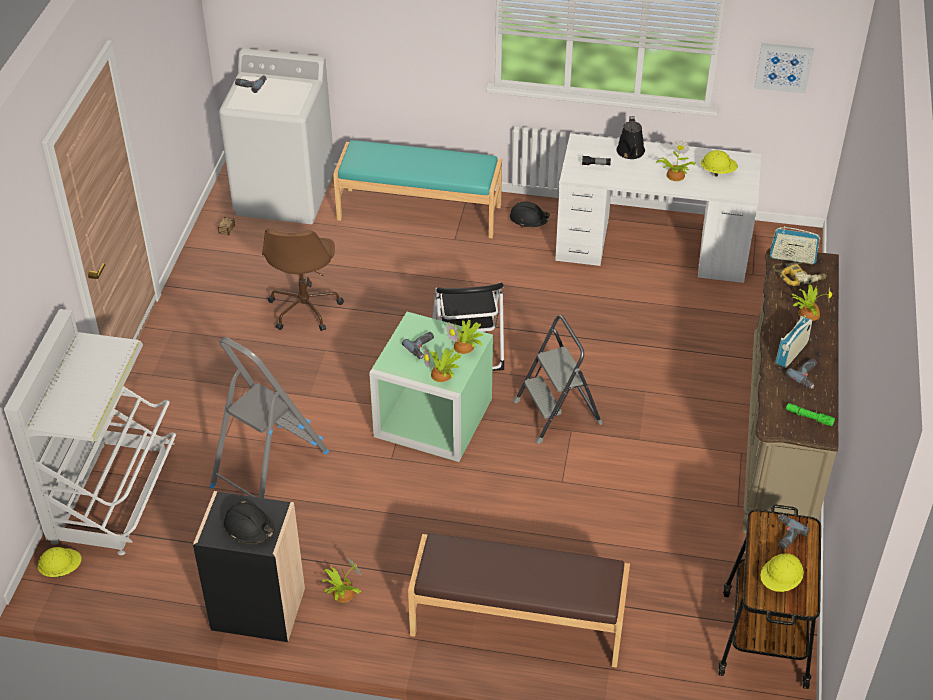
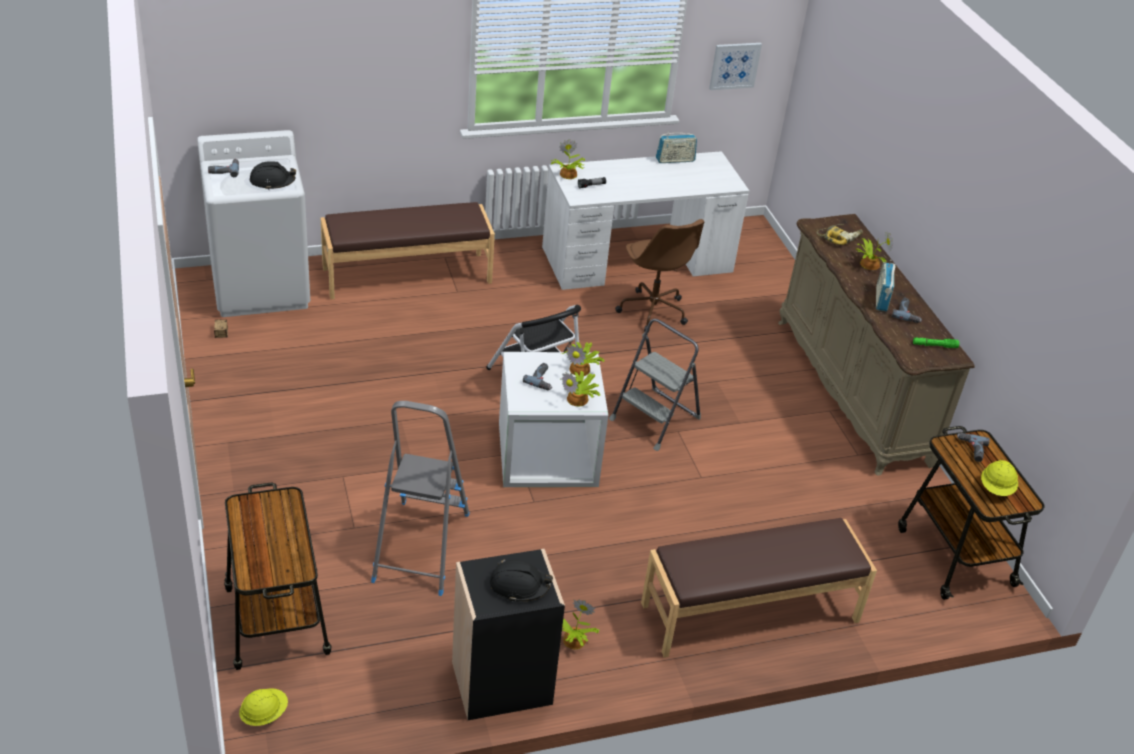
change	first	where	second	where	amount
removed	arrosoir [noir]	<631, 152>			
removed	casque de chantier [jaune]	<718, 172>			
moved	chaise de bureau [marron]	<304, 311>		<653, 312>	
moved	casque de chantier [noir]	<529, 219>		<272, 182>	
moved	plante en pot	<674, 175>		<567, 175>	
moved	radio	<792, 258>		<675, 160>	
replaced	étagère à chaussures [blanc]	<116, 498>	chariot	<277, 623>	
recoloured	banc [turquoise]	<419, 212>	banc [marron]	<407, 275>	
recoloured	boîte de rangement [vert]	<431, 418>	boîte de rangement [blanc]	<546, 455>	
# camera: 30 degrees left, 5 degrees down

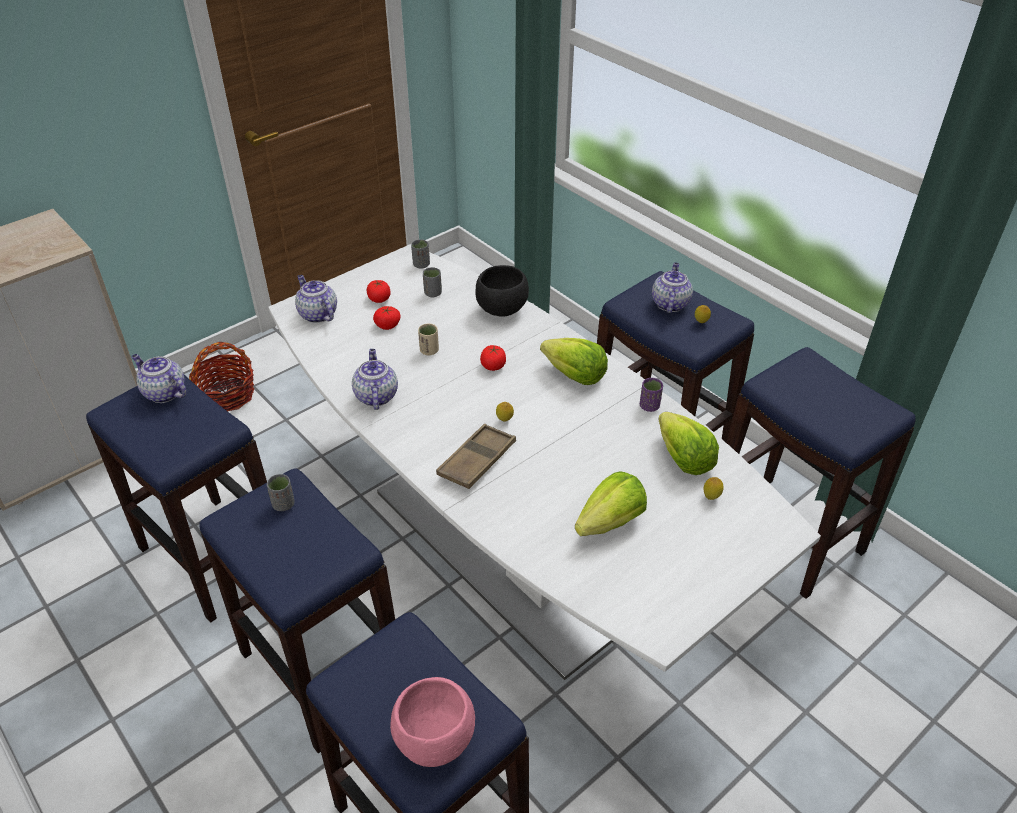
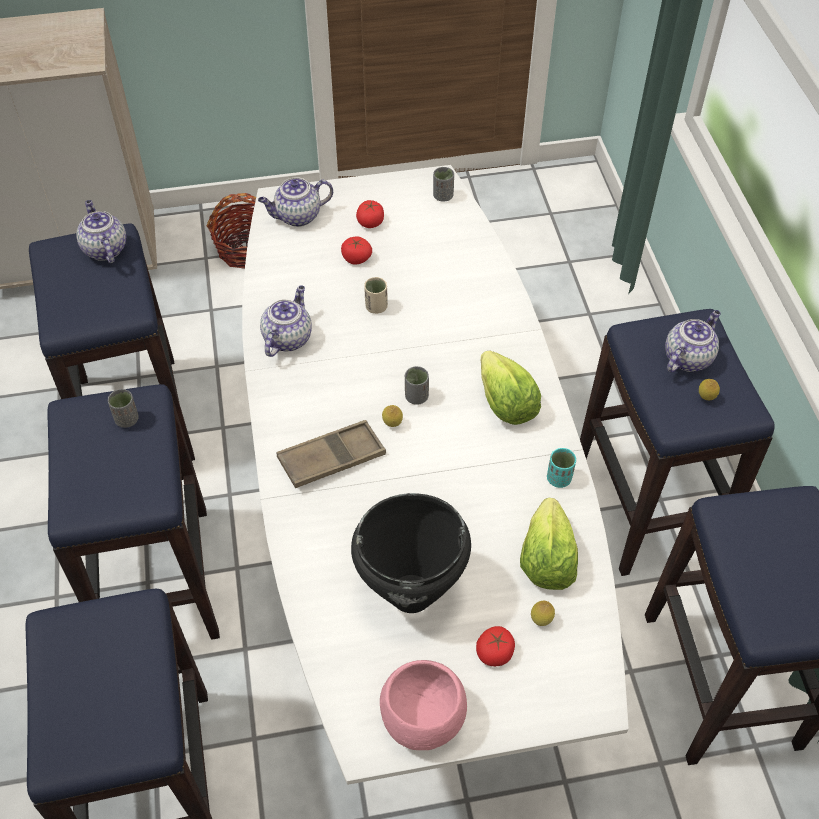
change	first	where	second	where	amount
removed	bol [noir]	<501, 309>			
moved	bol [rose]	<434, 739>		<422, 718>	
moved	tasse [gris]	<433, 293>		<416, 397>	
moved	tomate	<493, 365>		<495, 652>	
replaced	laitue	<610, 522>	marmite [noir]	<412, 595>	
recoloured	tasse [violet]	<649, 406>	tasse [turquoise]	<559, 479>	
turned	théière	<317, 314>		<297, 217>	105 degrees counterclockwise
# camera: 30 degrees right, 10 degrees up

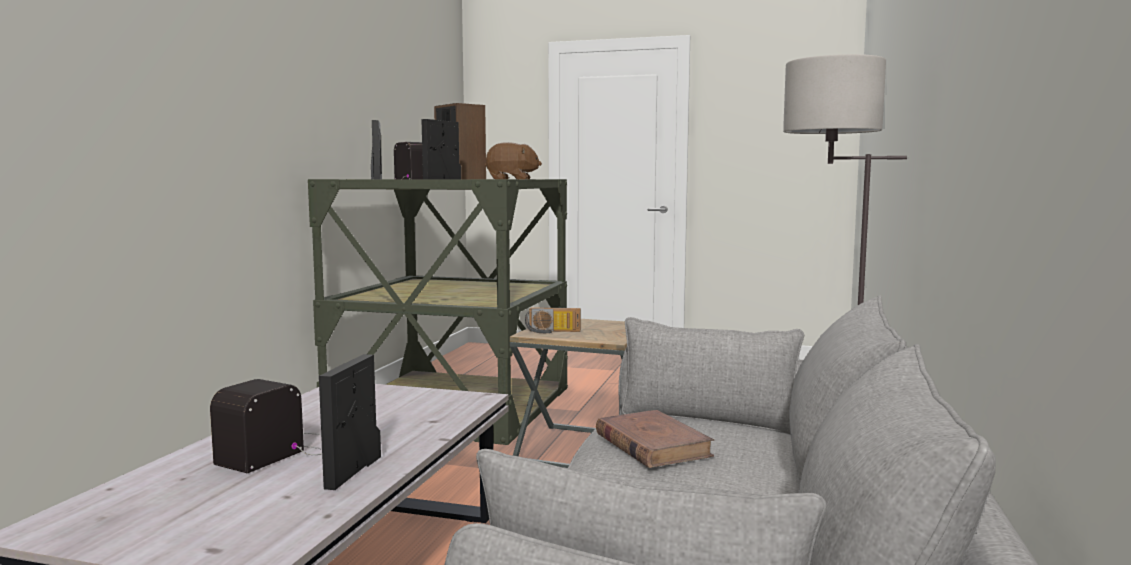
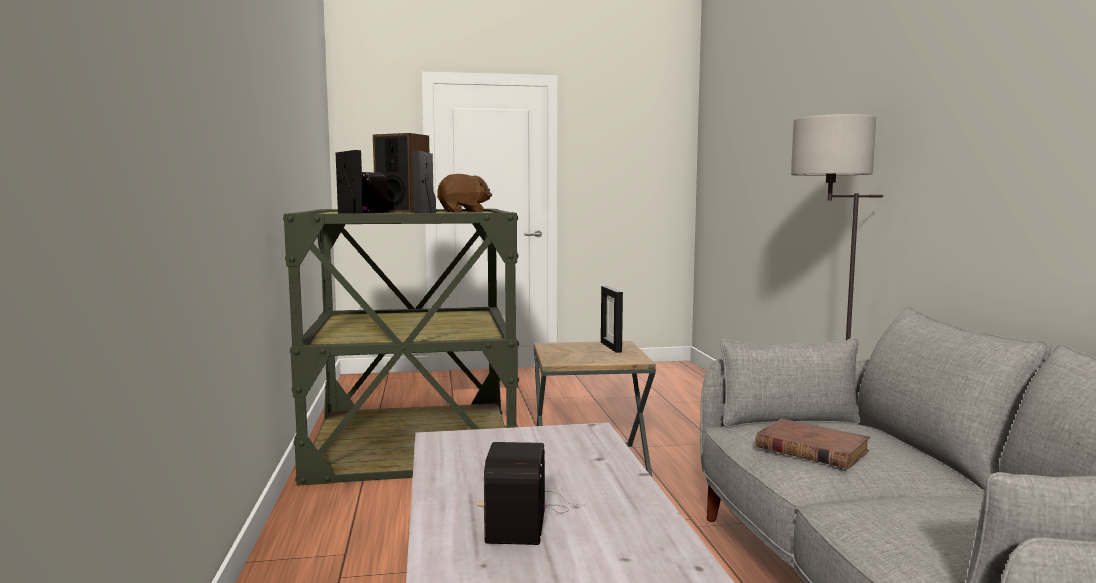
change	first	where	second	where	amount
removed	radio	<552, 332>			
moved	cadre photo	<353, 472>		<612, 347>	
# camera: 25 degrees left, 0 degrees up

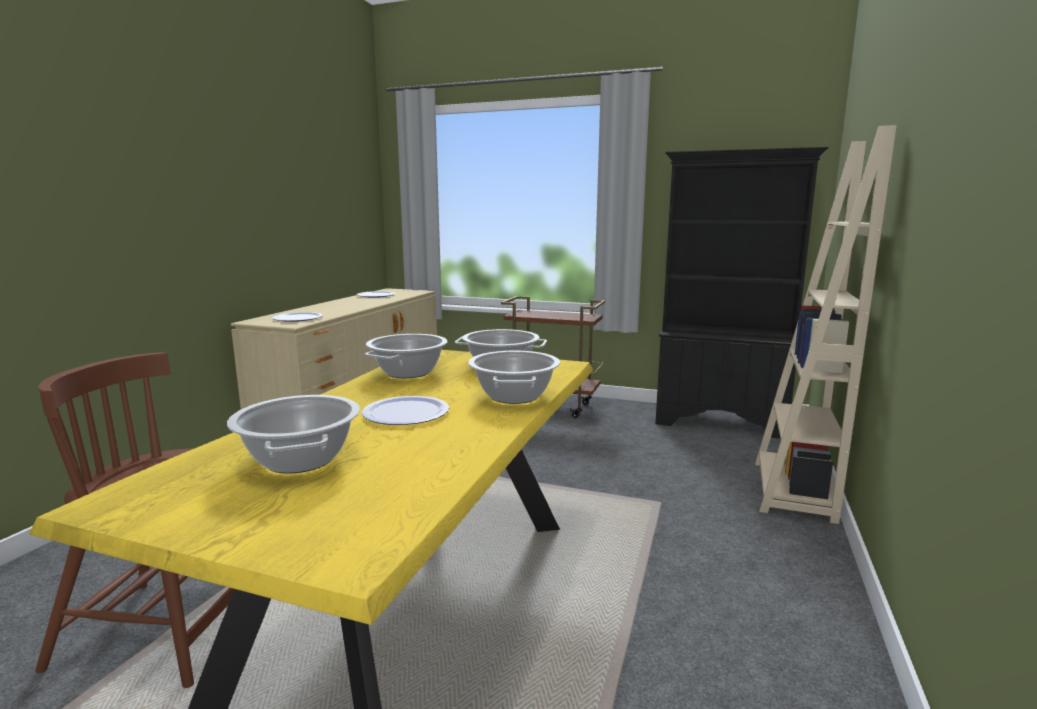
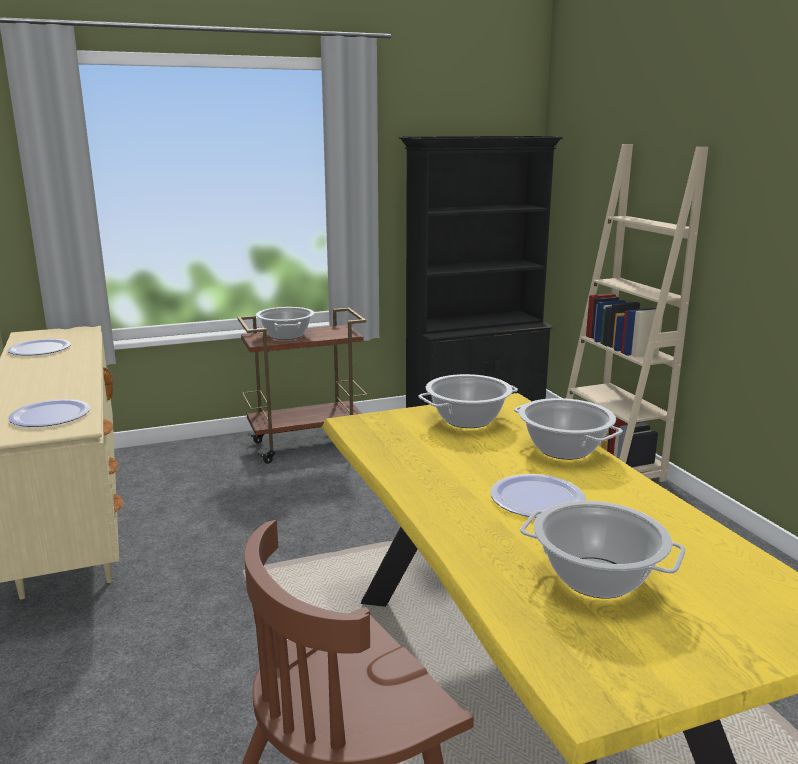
change	first	where	second	where	amount
moved	marmite	<408, 372>		<286, 336>	
# camera: 40 degrees left, 5 degrees up

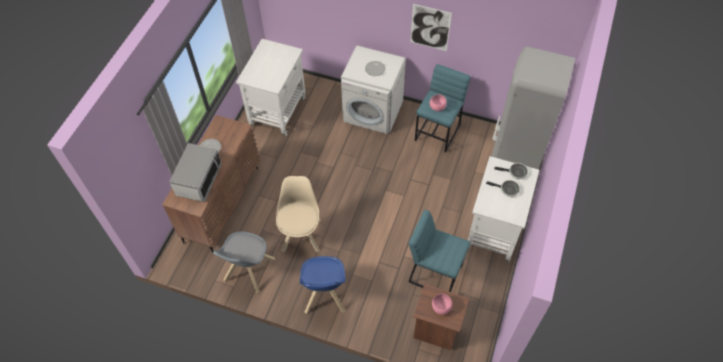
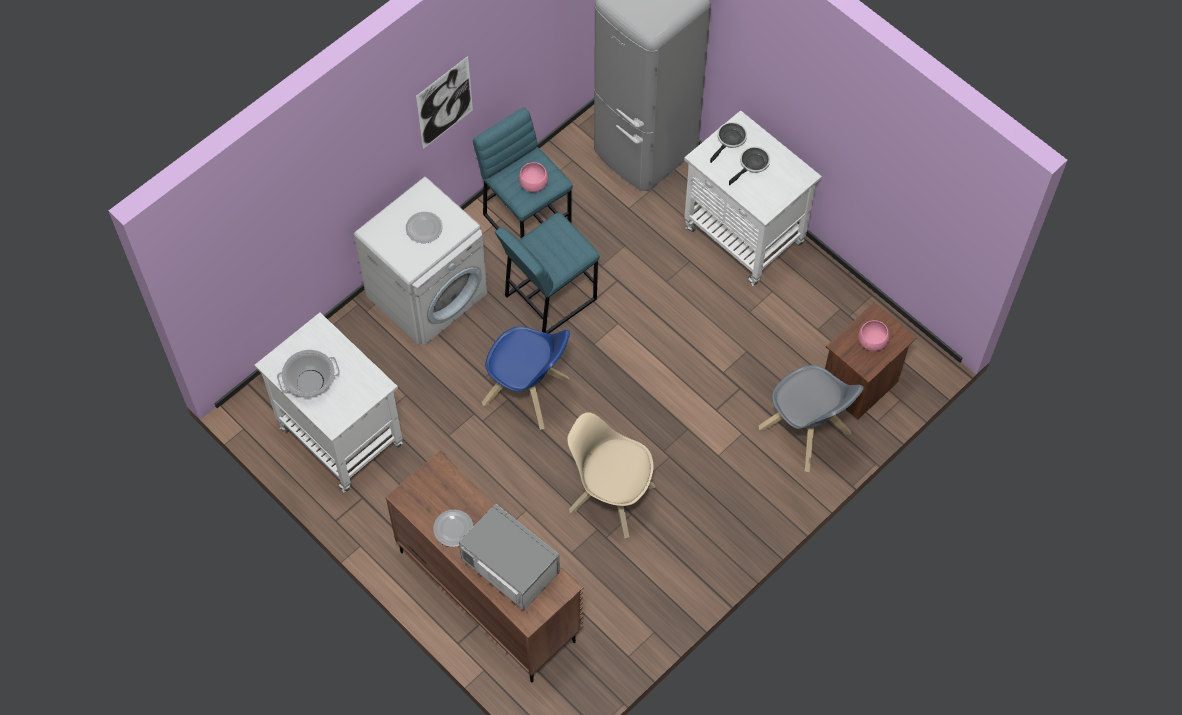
change	first	where	second	where	amount
added			marmite	<310, 382>	
moved	chaise [gris]	<248, 271>		<806, 432>	
moved	chaise [bleu]	<324, 295>		<528, 392>	
moved	tabouret [bleu]	<434, 273>		<549, 299>	
# camera: 65 degrees left, 5 degrees up

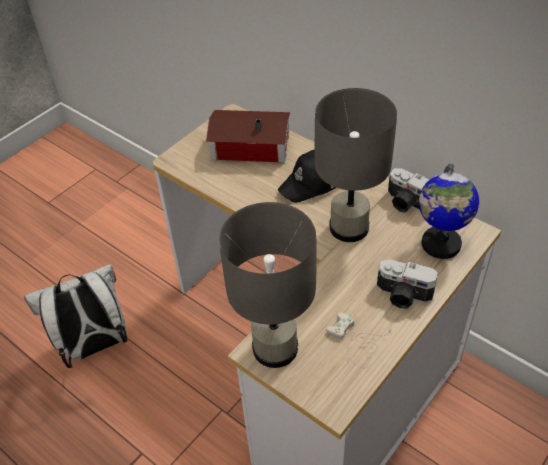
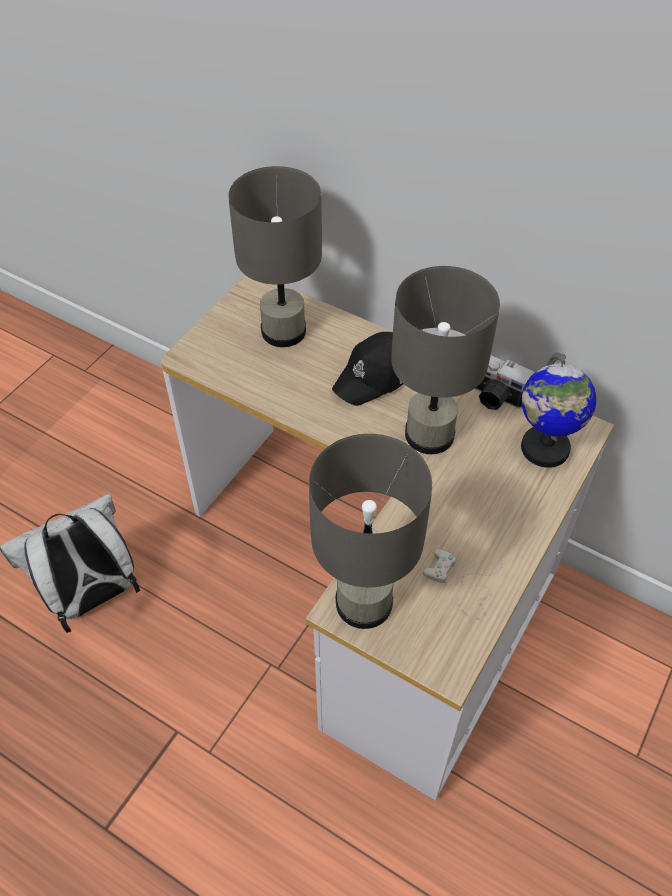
change	first	where	second	where	amount
removed	appareil photo	<403, 296>			
replaced	maison miniature	<248, 145>	lampe de table [gris]	<283, 330>	
# camera: 10 degrees left, 5 degrees up

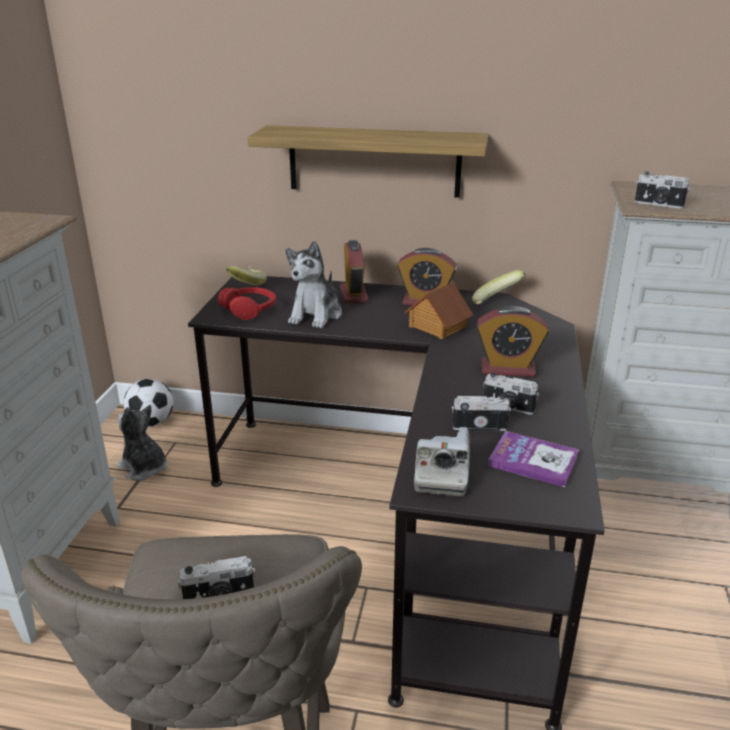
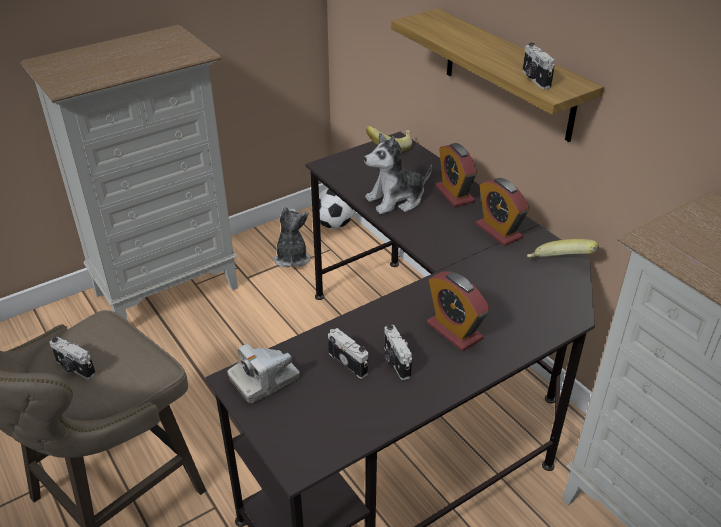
change	first	where	second	where	amount
removed	casque audio [rouge]	<249, 310>			
removed	maison miniature	<437, 326>			
removed	livre	<533, 460>			
moved	appareil photo	<658, 204>		<534, 79>	
turned	réveil	<353, 294>		<454, 194>	120 degrees clockwise
# camera: 45 degrees right, 10 degrees up

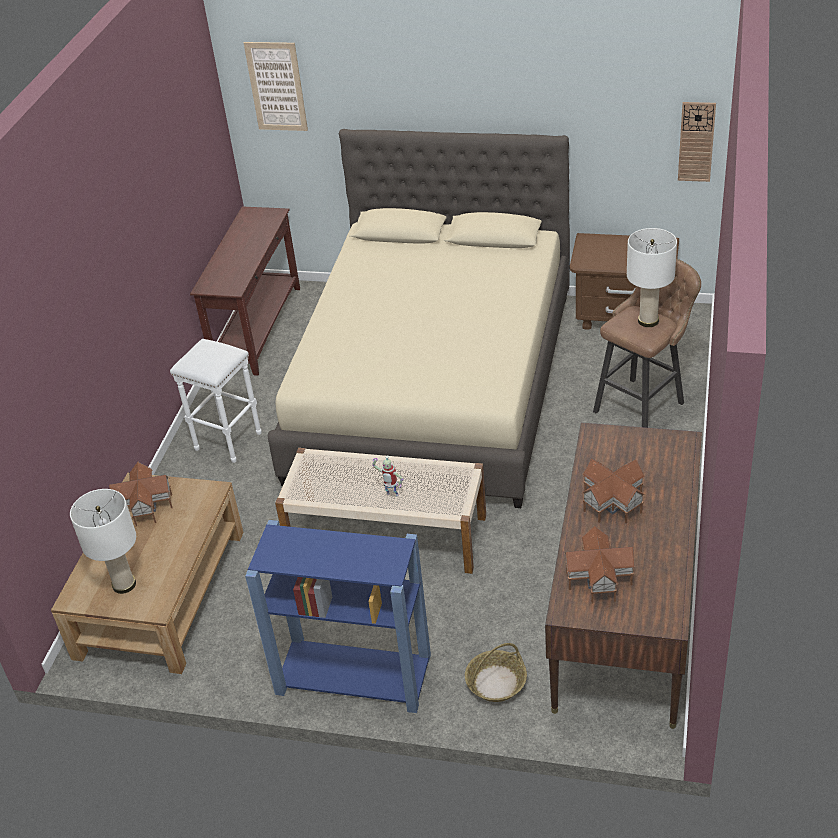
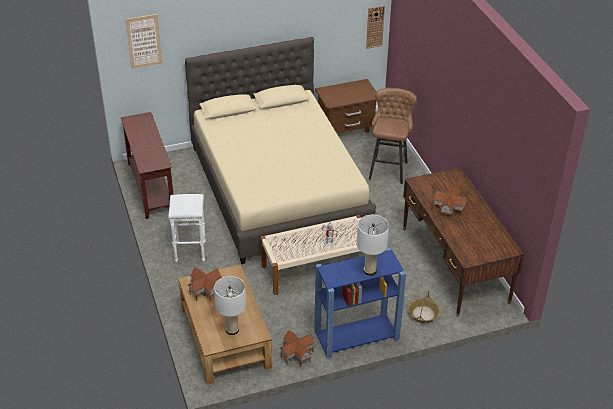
change	first	where	second	where	amount
moved	maison miniature	<599, 577>		<297, 354>	
moved	lampe de table [blanc]	<648, 321>		<370, 270>	
# camera: 35 degrees left, 0 degrees up

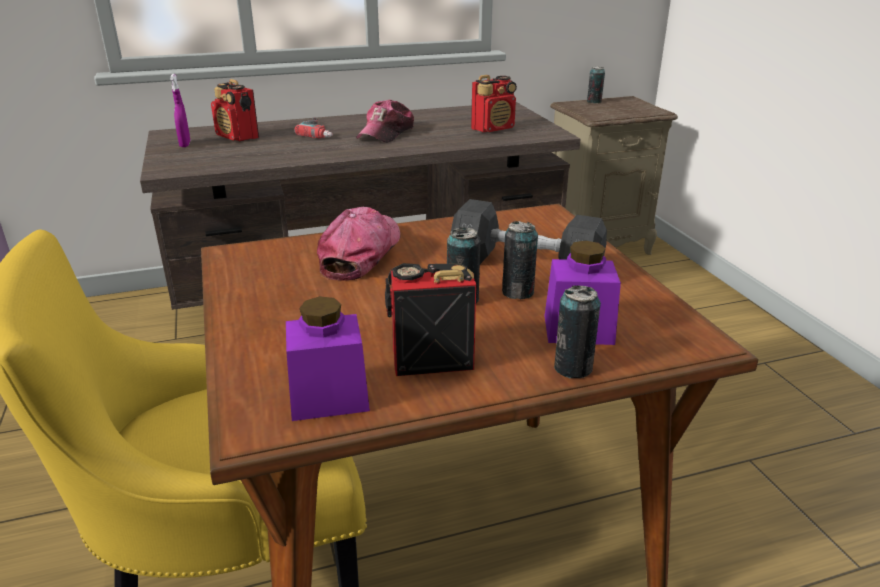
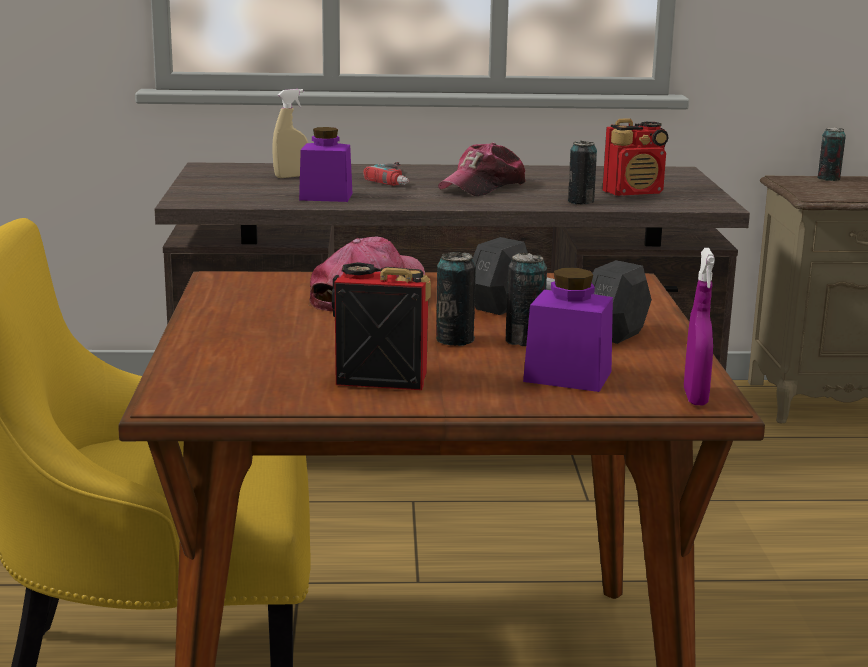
change	first	where	second	where	amount
moved	vaporisateur [violet]	<185, 144>		<695, 397>	
moved	bocal [violet]	<329, 397>		<326, 196>	
moved	boîte métallique	<573, 368>		<581, 202>	
replaced	radio	<238, 137>	vaporisateur [beige]	<291, 176>	
# camera: 15 degrees right, 10 degrees down

